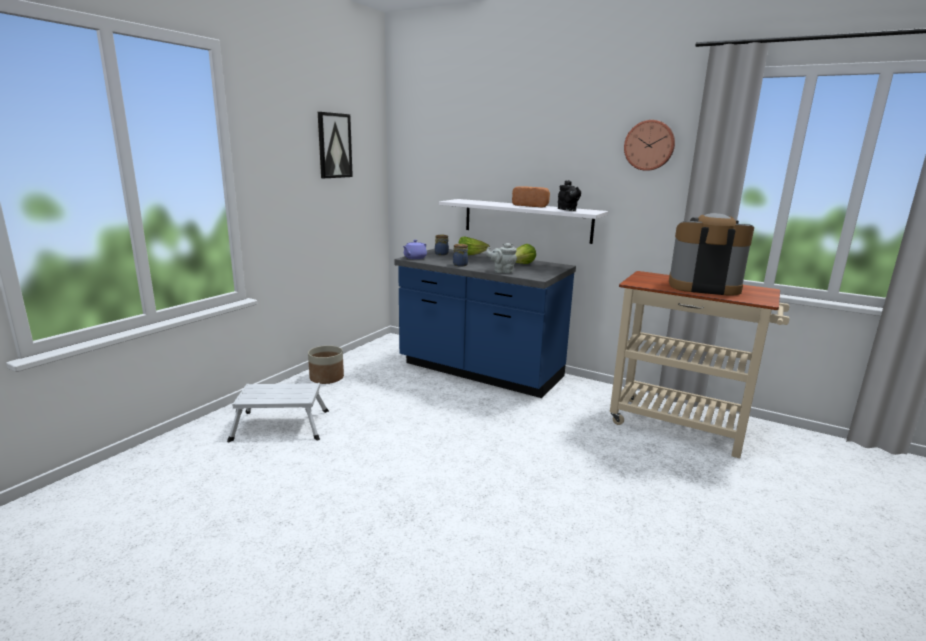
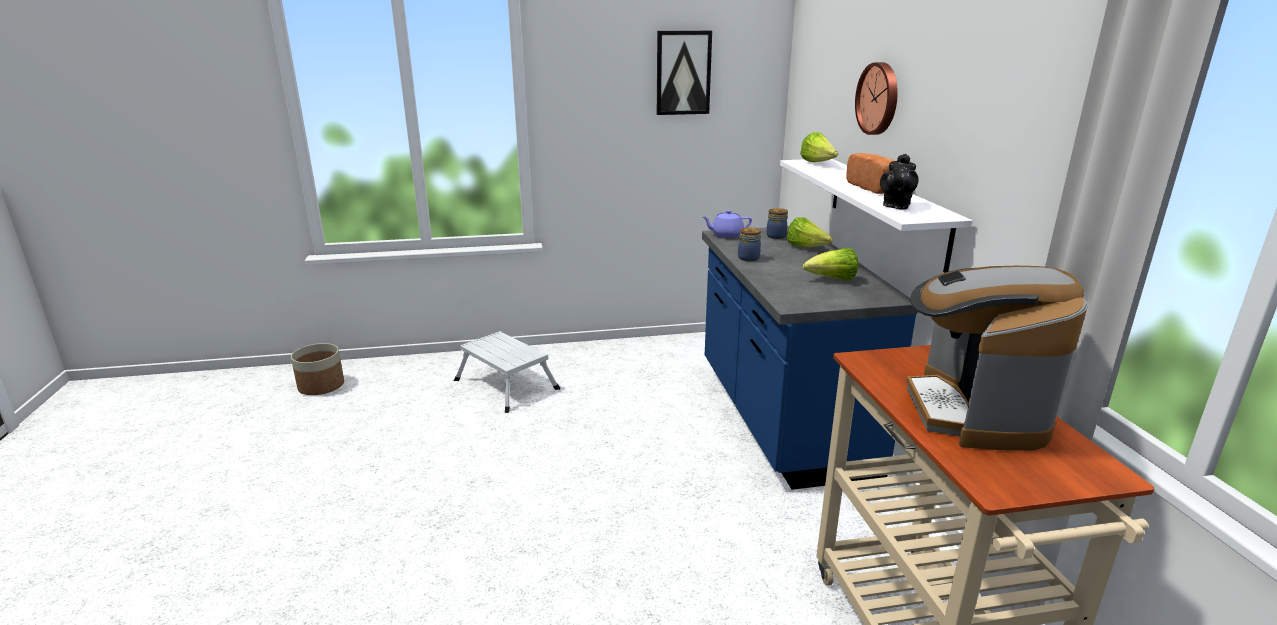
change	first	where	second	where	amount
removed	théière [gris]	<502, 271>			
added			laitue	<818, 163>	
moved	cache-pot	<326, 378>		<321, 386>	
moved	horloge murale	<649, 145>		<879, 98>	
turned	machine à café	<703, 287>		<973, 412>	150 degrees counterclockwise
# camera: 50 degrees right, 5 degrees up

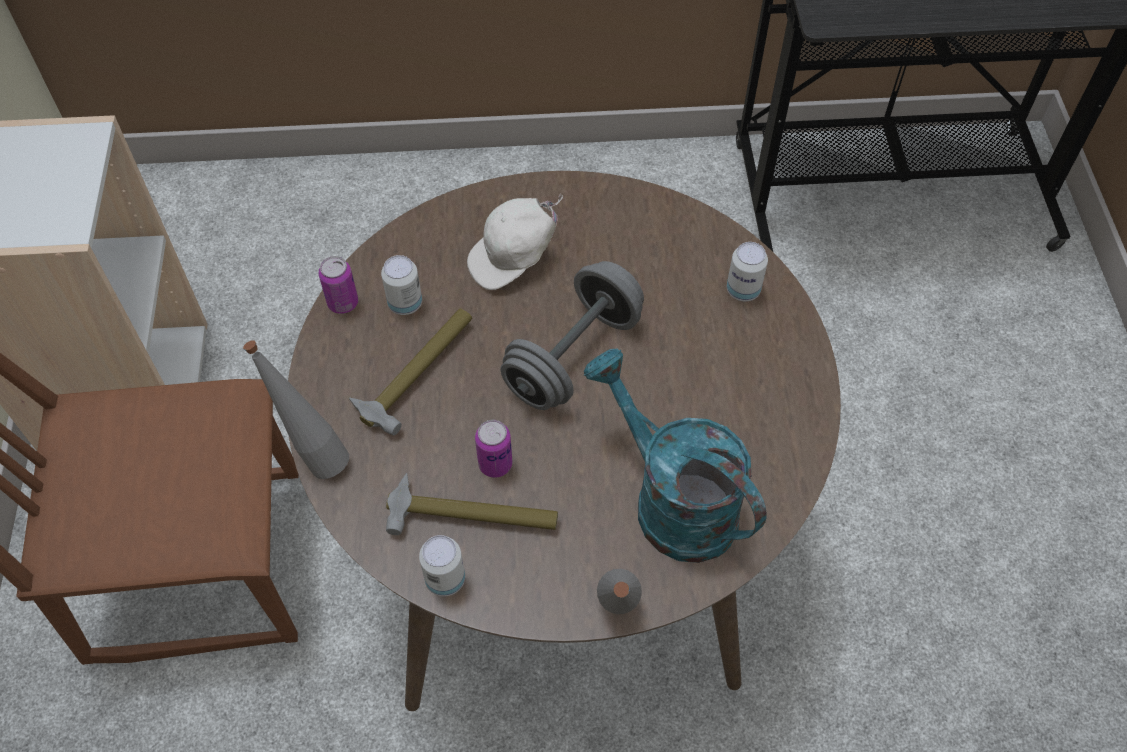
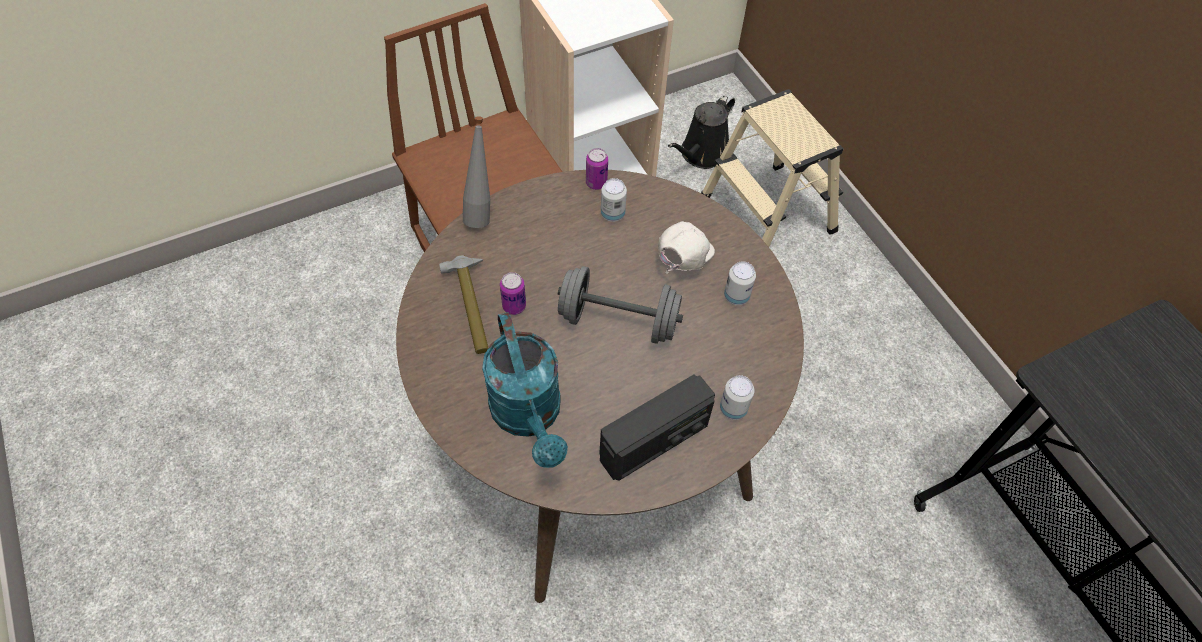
change	first	where	second	where	amount
removed	marteau	<418, 373>			
removed	bouteille [gris]	<616, 619>			
added			radio	<654, 442>	
added			arrosoir [noir]	<702, 154>	
added			escabeau [beige]	<767, 214>	
moved	boîte métallique	<445, 579>		<736, 296>	
turned	casquette [blanc]	<515, 259>		<682, 259>	90 degrees clockwise
turned	arrosoir [turquoise]	<671, 500>		<529, 416>	135 degrees clockwise
# camera: 65 degrees right, 0 degrees up

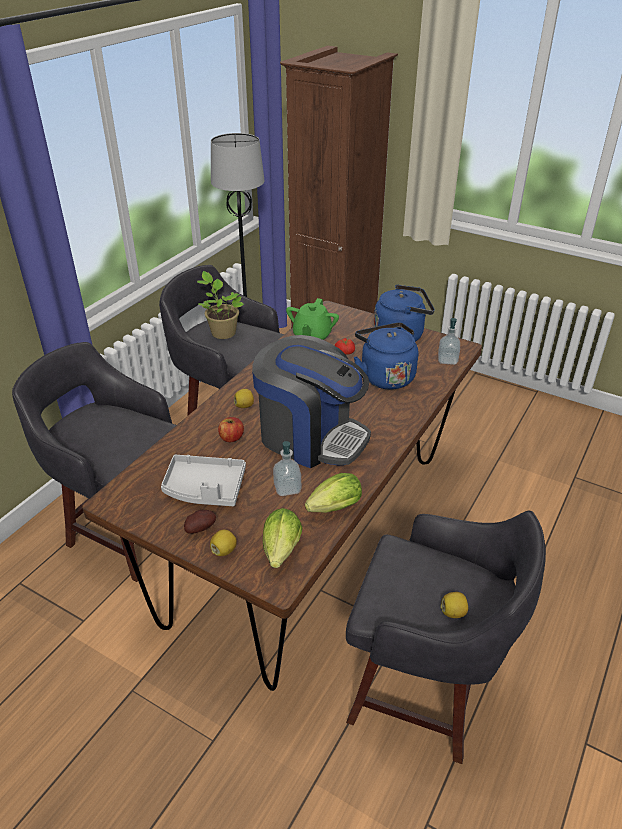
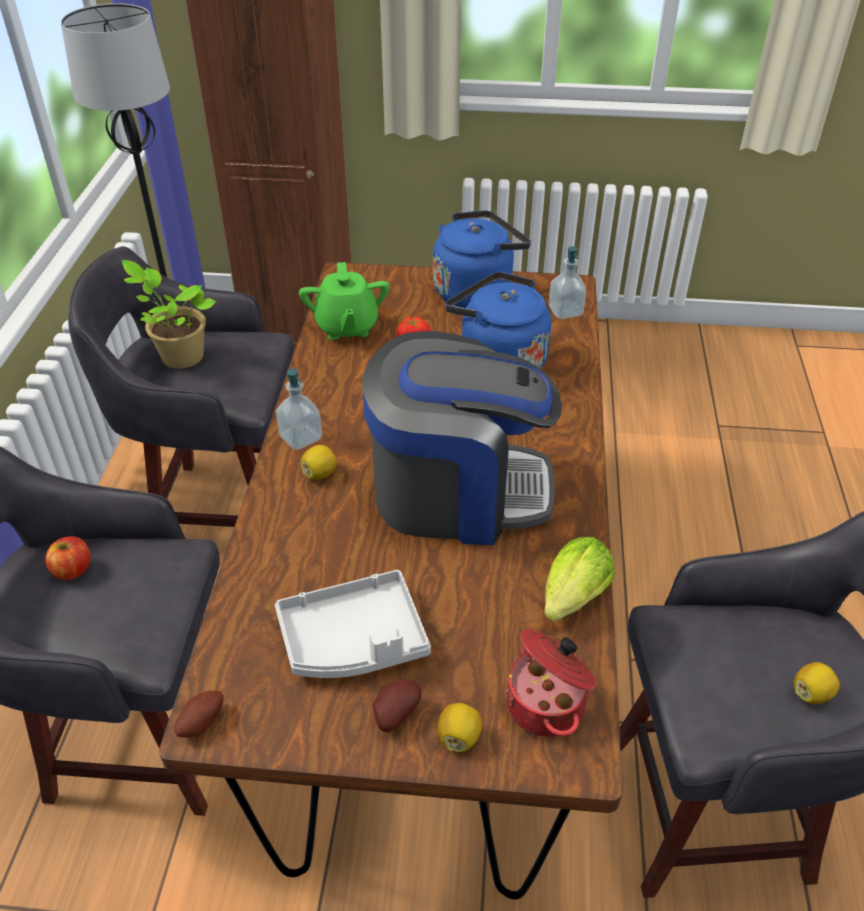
change	first	where	second	where	amount
added			pomme de terre	<200, 721>	
moved	pomme	<231, 438>		<72, 570>	
moved	distributeur de savon	<287, 488>		<301, 438>	
replaced	laitue	<281, 553>	marmite	<547, 705>	
# camera: 25 degrees left, 5 degrees up

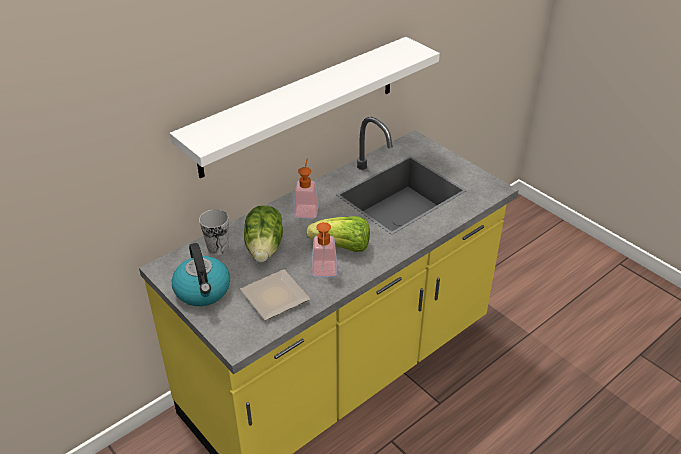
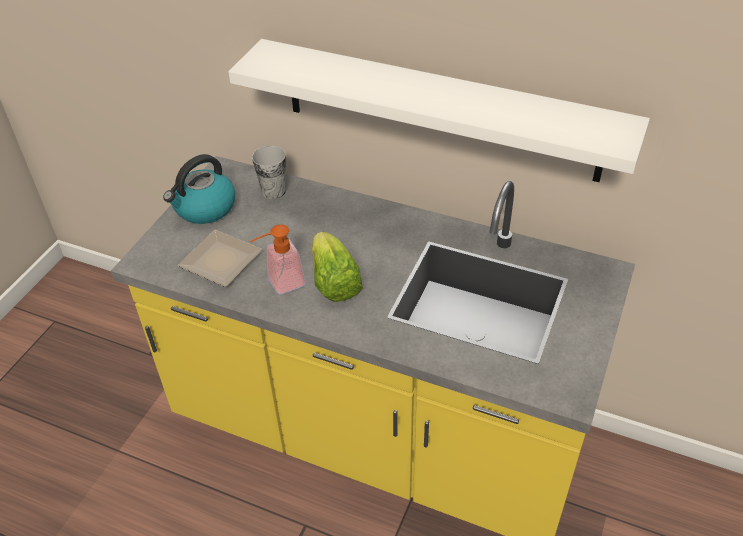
change	first	where	second	where	amount
removed	laitue	<265, 247>			
removed	distributeur de savon	<306, 208>			
# camera: 65 degrees right, 5 degrees up

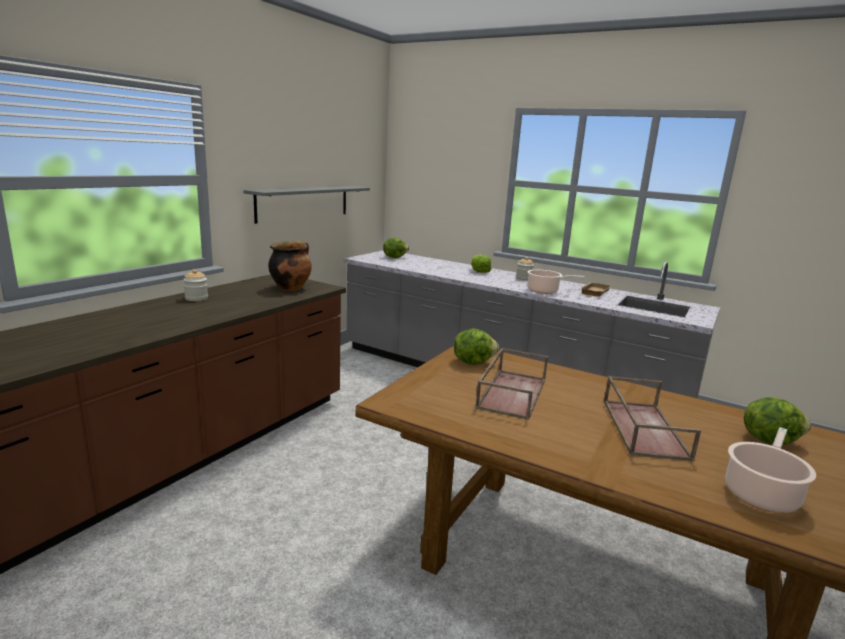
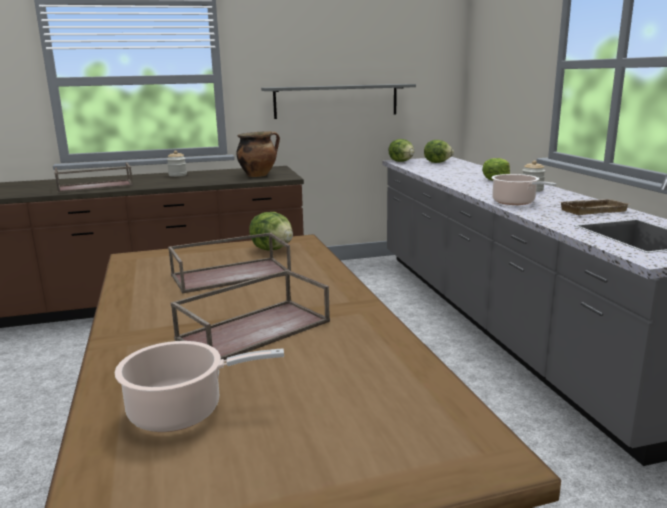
change	first	where	second	where	amount
added			plateau [marron]	<94, 186>	
moved	laitue	<769, 440>		<401, 161>	
# camera: 45 degrees right, 0 degrees up

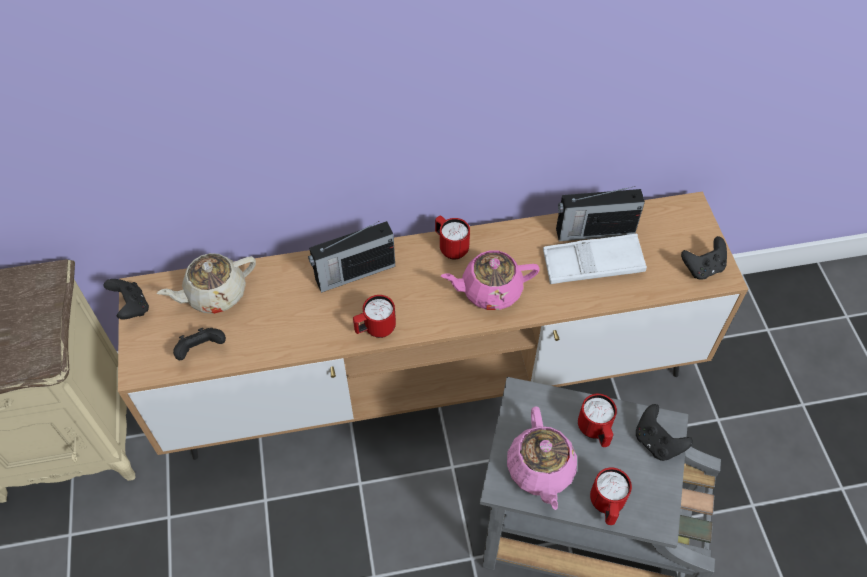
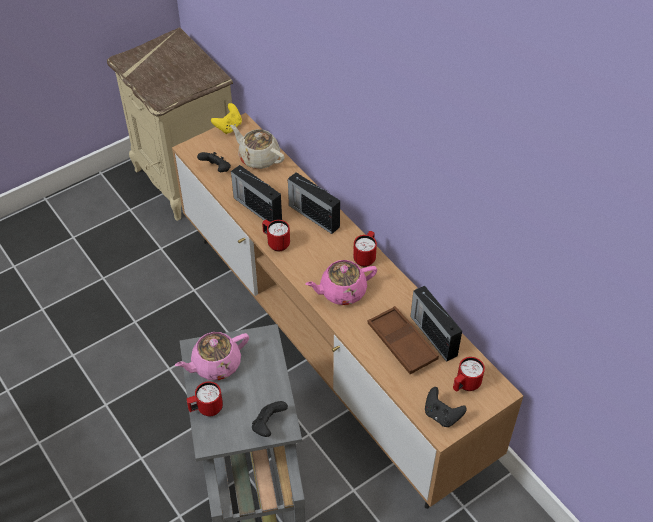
change	first	where	second	where	amount
added			radio	<257, 208>	
moved	mug [rouge]	<595, 431>		<465, 385>	
recoloured	manette [noir]	<132, 307>	manette [jaune]	<228, 127>	
recoloured	plateau [blanc]	<592, 264>	plateau [marron]	<402, 343>	
turned	théière [rose]	<490, 290>		<342, 291>	75 degrees counterclockwise
# camera: 65 degrees right, 5 degrees down

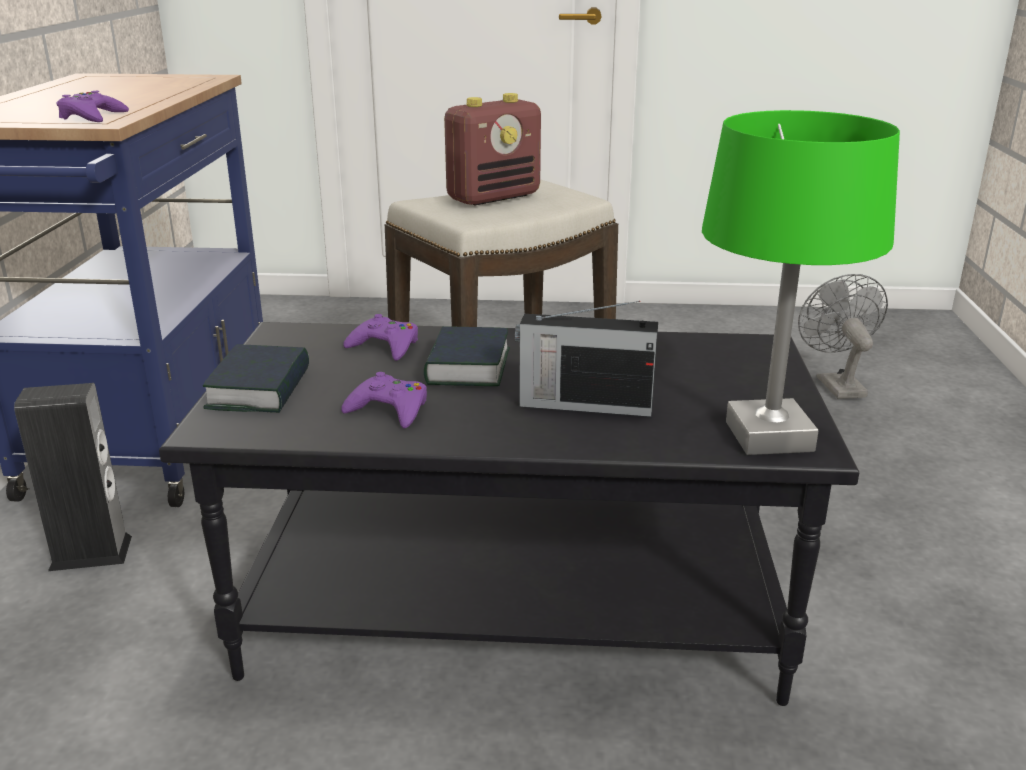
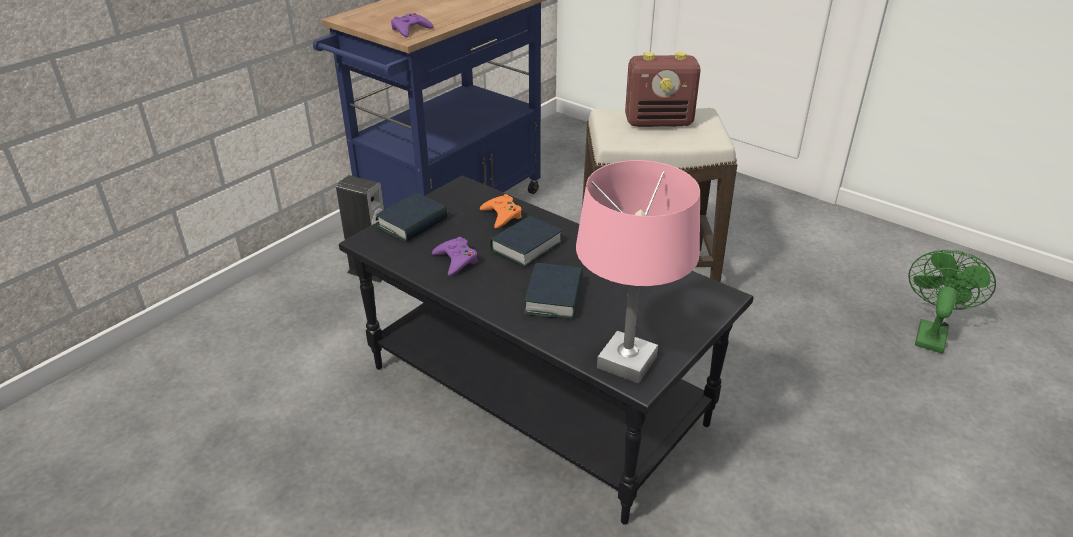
change	first	where	second	where	amount
replaced	radio	<583, 404>	livre	<554, 297>	
recoloured	manette [violet]	<385, 346>	manette [orange]	<502, 215>	
recoloured	lampe de table [vert]	<768, 436>	lampe de table [rose]	<627, 362>	
recoloured	ventilateur [gris]	<836, 384>	ventilateur [vert]	<931, 333>	
# camera: 35 degrees right, 10 degrees up

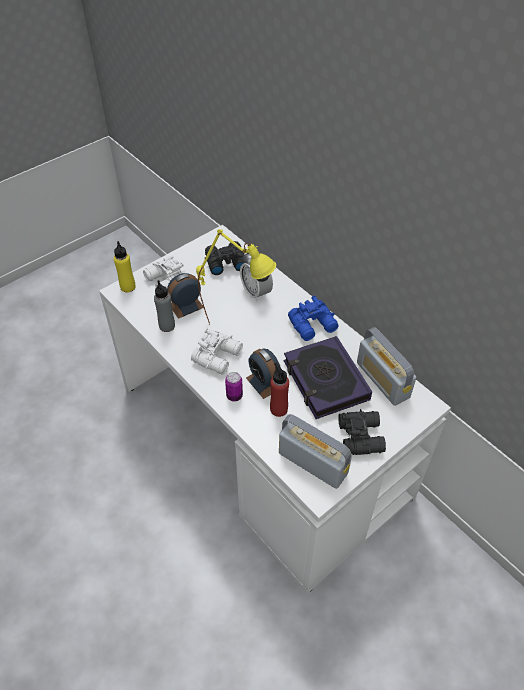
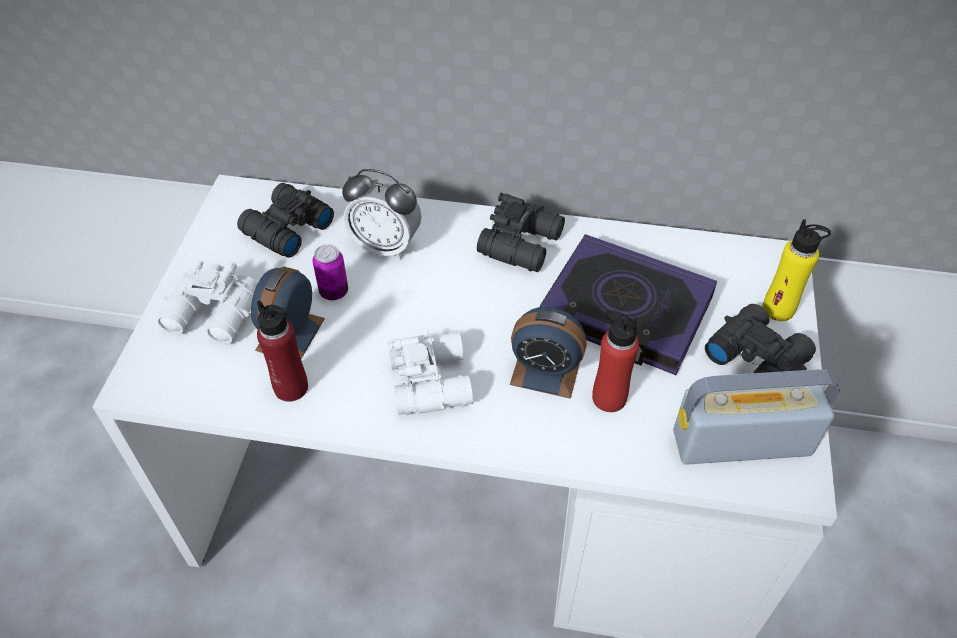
change	first	where	second	where	amount
removed	lampe de table [jaune]	<237, 323>			
removed	radio	<383, 380>			
moved	bouteille [jaune]	<128, 287>		<778, 309>	
moved	boîte métallique	<234, 396>		<334, 292>	
recoloured	bouteille [gris]	<167, 326>	bouteille [rouge]	<291, 387>	
recoloured	jumelles [bleu]	<314, 325>	jumelles [noir]	<523, 243>	
# camera: 40 degrees left, 0 degrees up

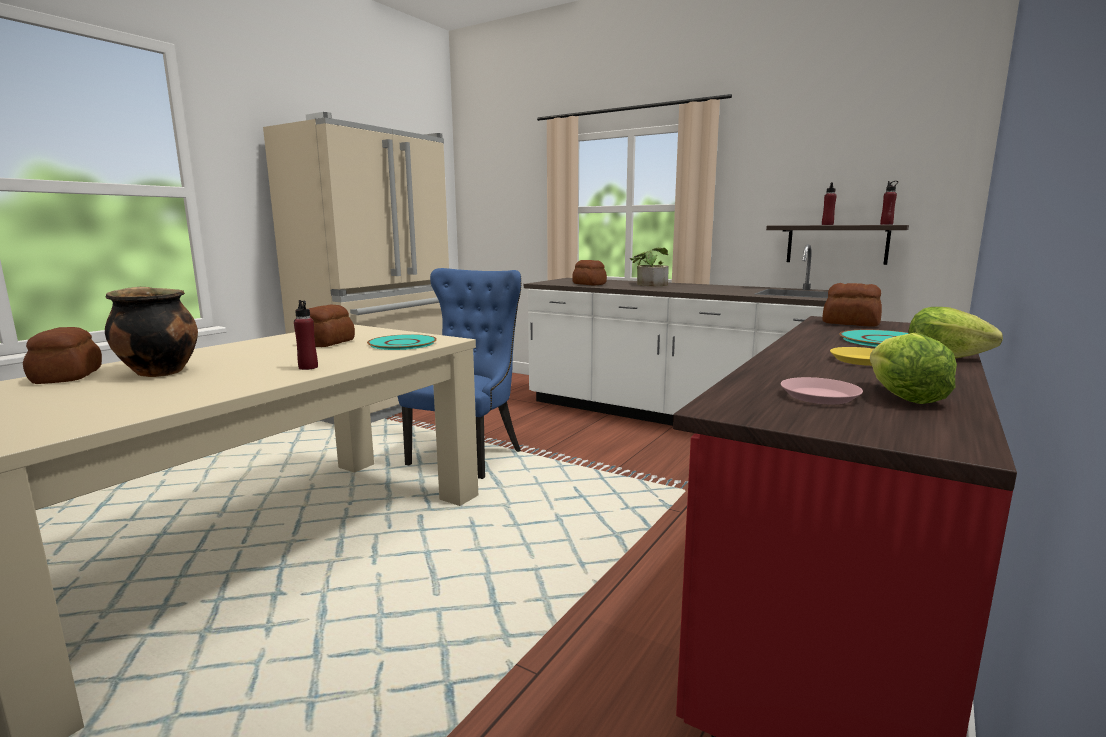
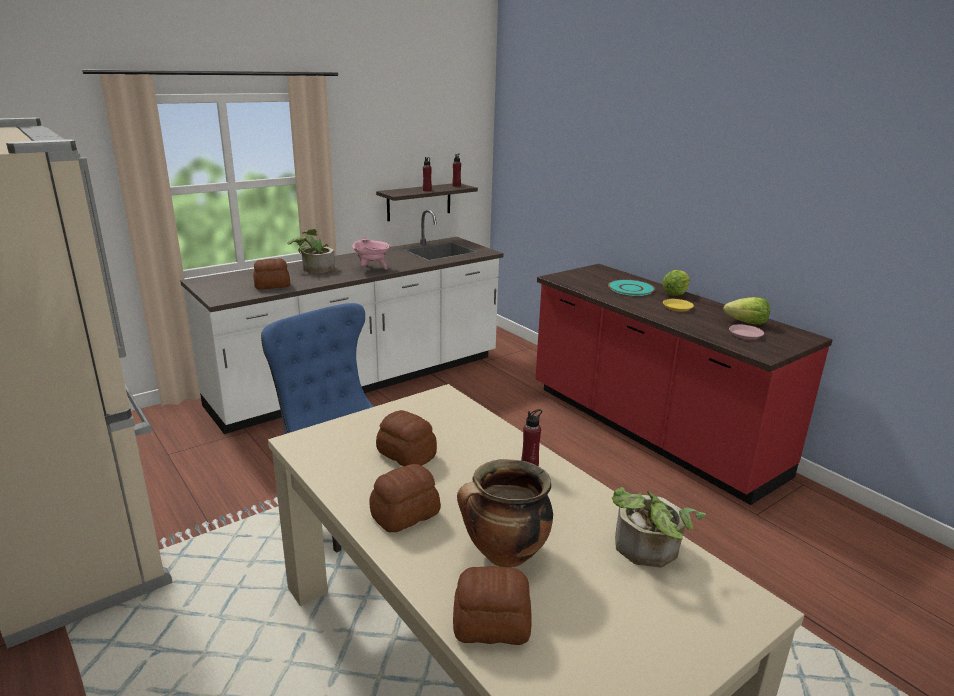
change	first	where	second	where	amount
removed	assiette [turquoise]	<402, 343>			
added			marmite [rose]	<372, 269>	
added			plante en pot	<647, 552>	
moved	pain	<850, 323>		<404, 514>	
# camera: 70 degrees left, 10 degrees up

